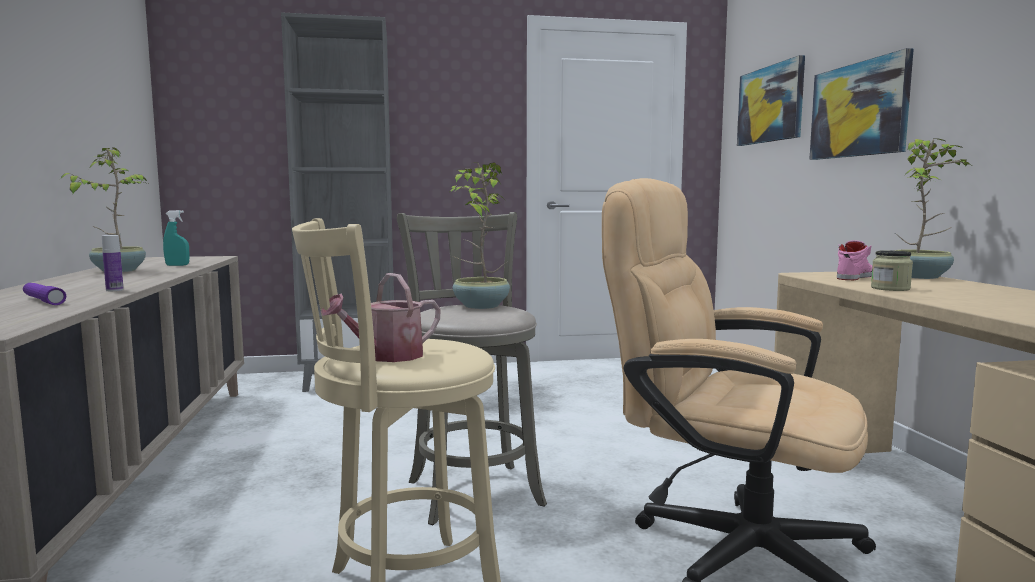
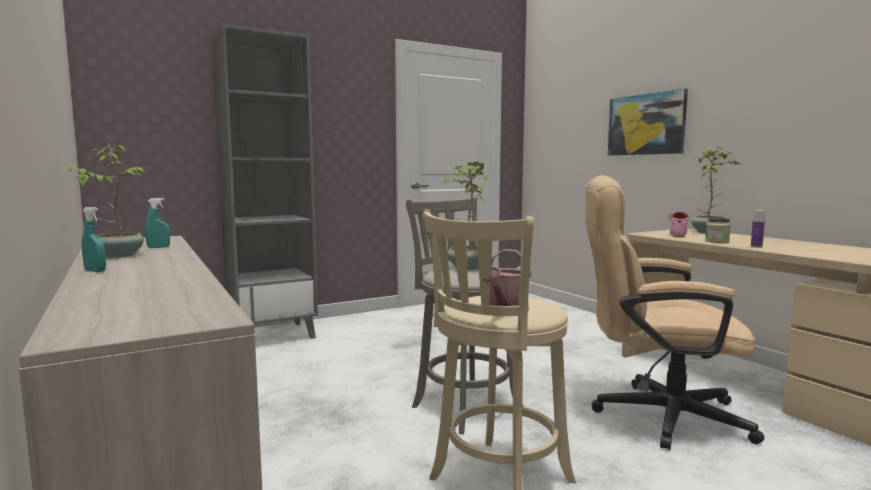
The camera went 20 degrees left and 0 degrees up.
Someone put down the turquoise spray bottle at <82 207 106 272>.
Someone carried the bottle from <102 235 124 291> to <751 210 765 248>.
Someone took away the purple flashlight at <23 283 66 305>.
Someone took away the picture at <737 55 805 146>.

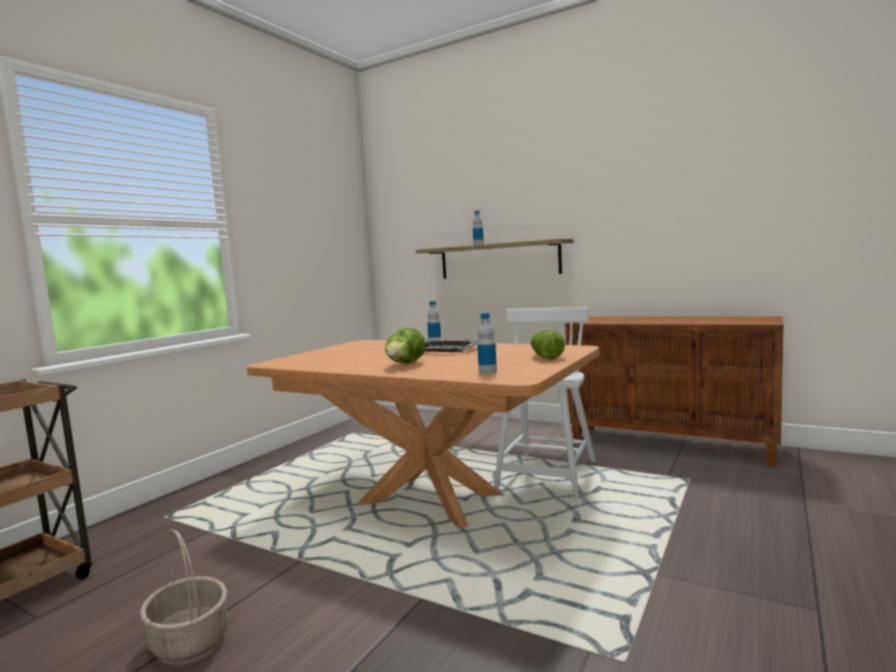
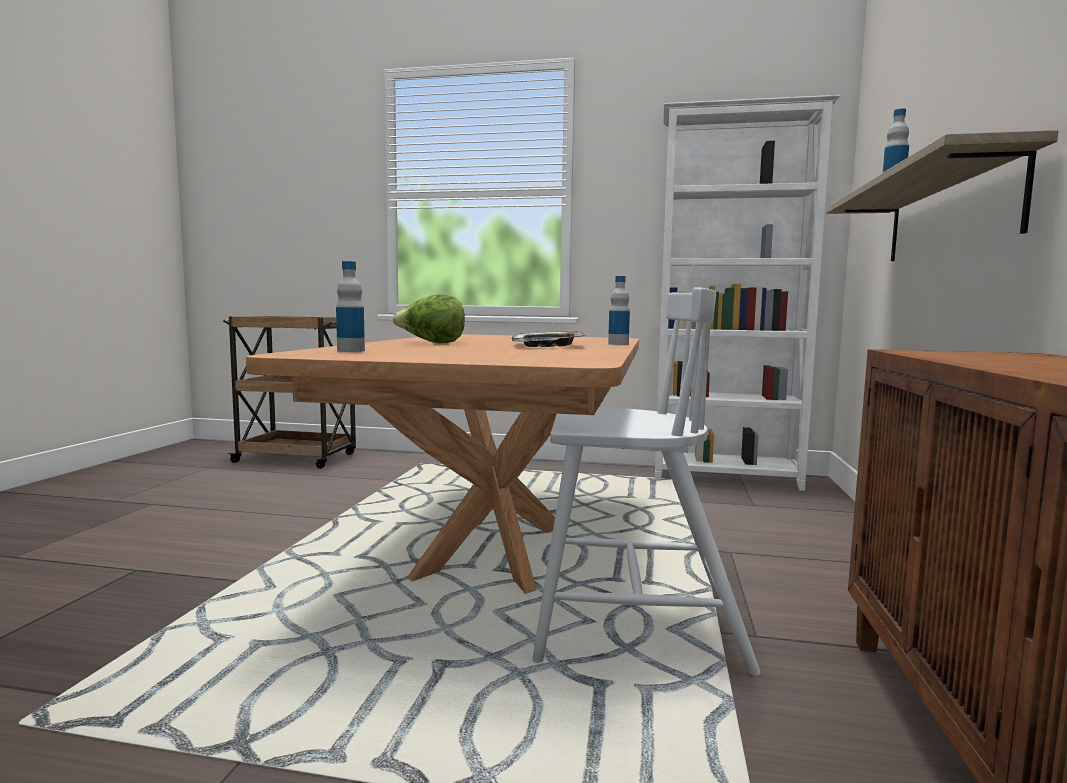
The camera went 70 degrees right and 0 degrees up.
Someone put down the white bookcase at <655 95 841 491>.
Someone took away the basket at <140 529 228 662>.
Someone took away the lettuce at <531 330 565 359>.

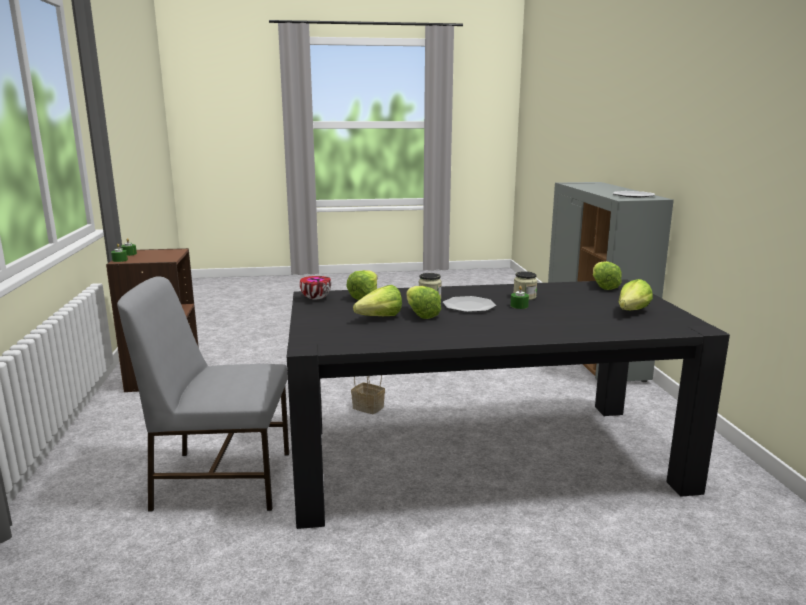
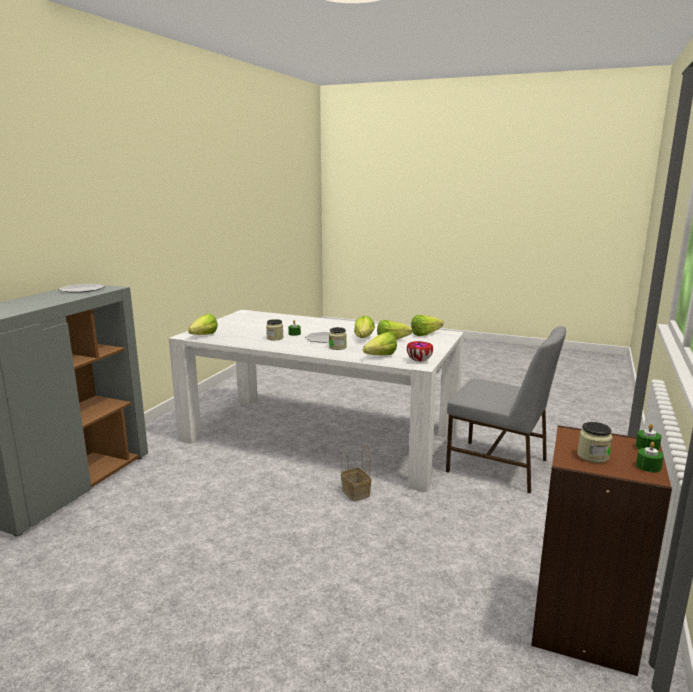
The camera went 150 degrees left and 0 degrees up.
Someone repainted the black dining table at <287 280 730 529>, which became the white dining table at <169 310 464 492>.
Someone carried the lettuce from <619 279 653 310> to <411 315 443 336>.
Someone put down the jar at <577 422 612 463>.

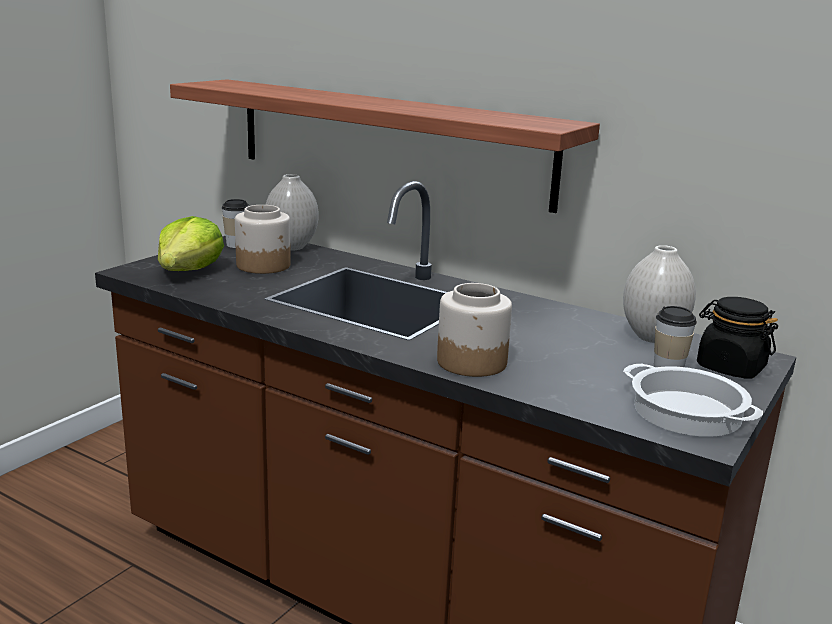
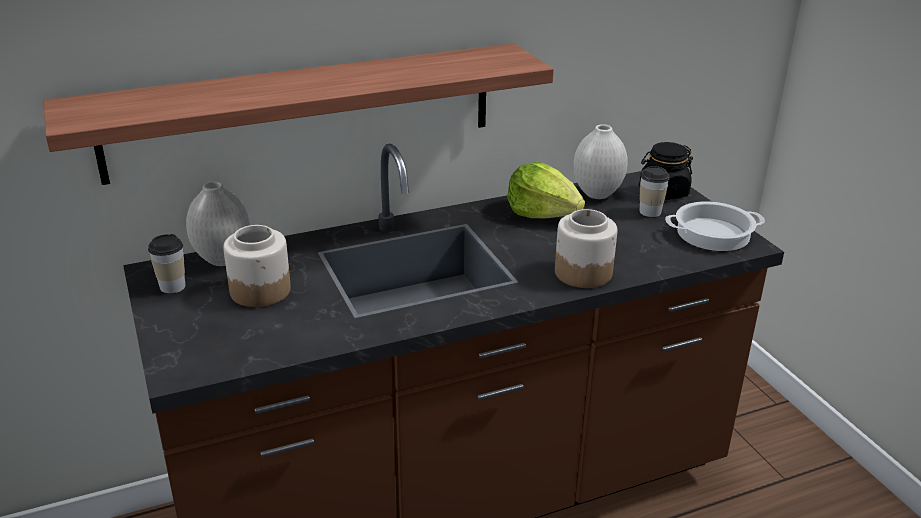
The camera went 55 degrees left and 10 degrees up.
Someone carried the lettuce from <158 216 224 271> to <507 162 585 218>.

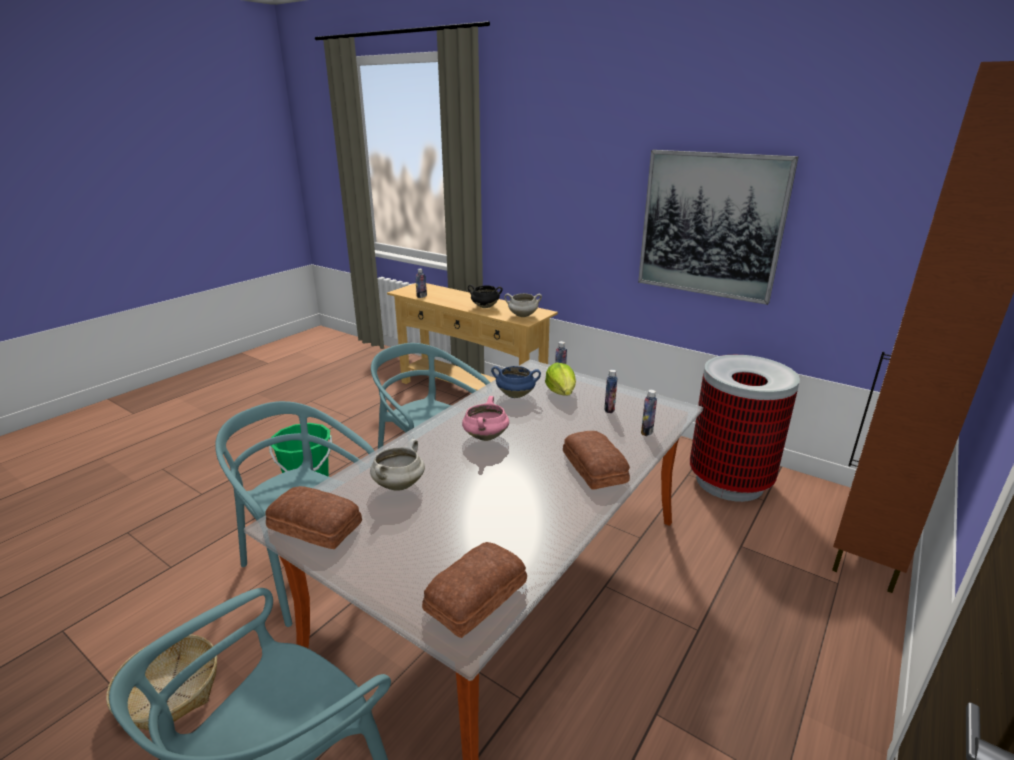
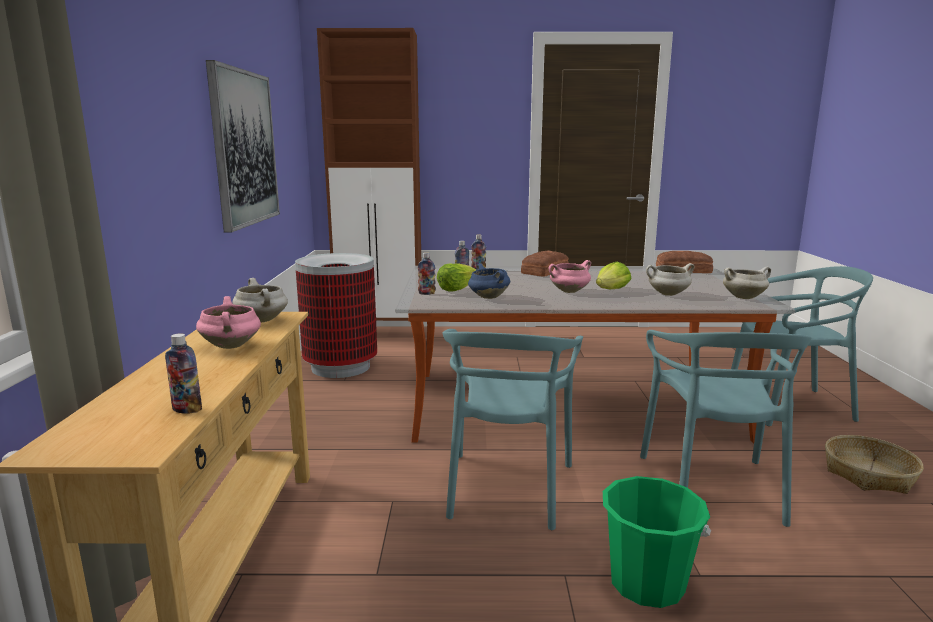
The camera went 125 degrees left and 10 degrees down.
Someone repainted the black cooking pot at <468 285 503 308>, which became the pink cooking pot at <196 296 261 349>.
Someone put down the lettuce at <596 262 631 289>.
Someone swapped the bread at <265 486 362 549> for the white cooking pot at <723 267 771 299>.

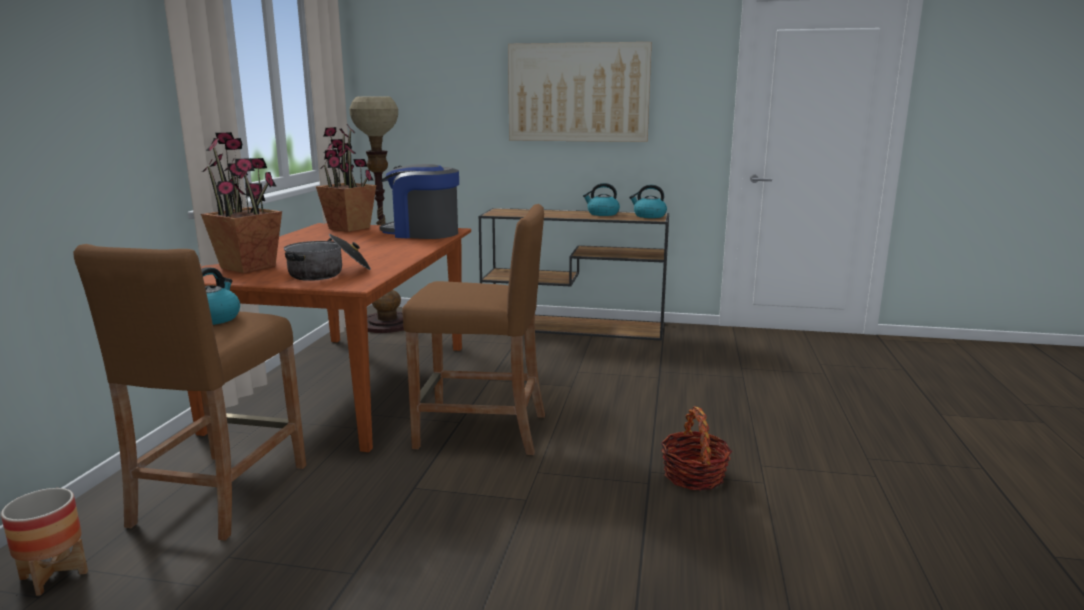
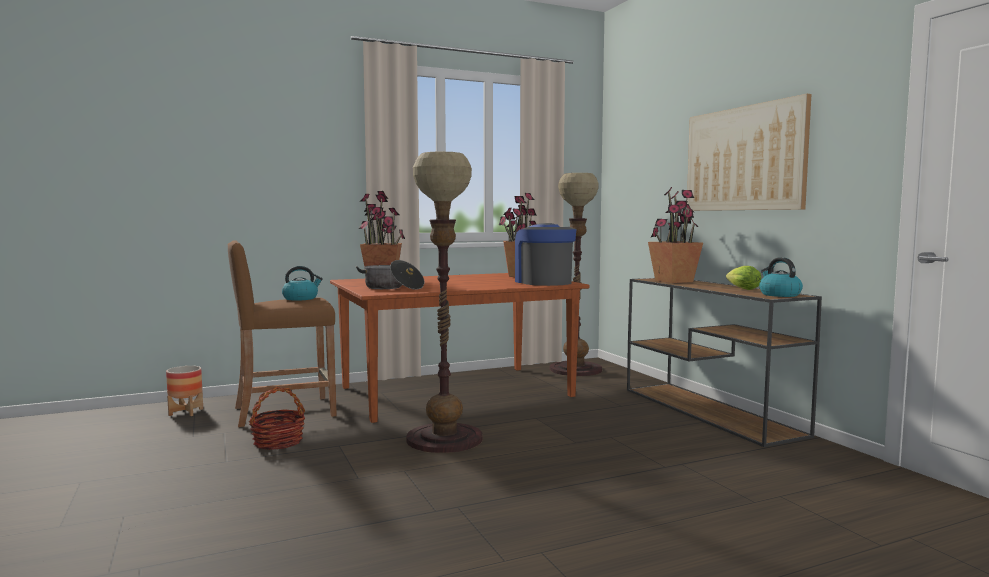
The camera went 55 degrees right and 10 degrees down.
Someone carried the basket from <661 406 732 491> to <249 387 305 450>.
Someone swapped the brown stool at <402 204 545 455> for the floor lamp at <406 152 483 453>.
Someone put down the potted plant at <648 187 703 283>.
Someone swapped the kettle at <583 183 620 216> for the lettuce at <726 266 761 290>.

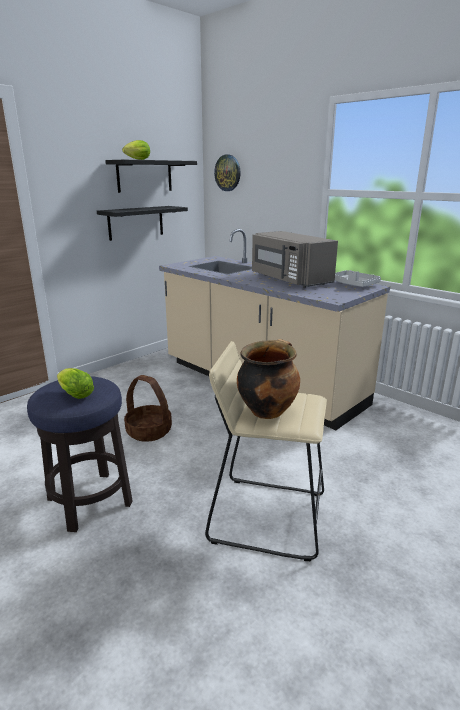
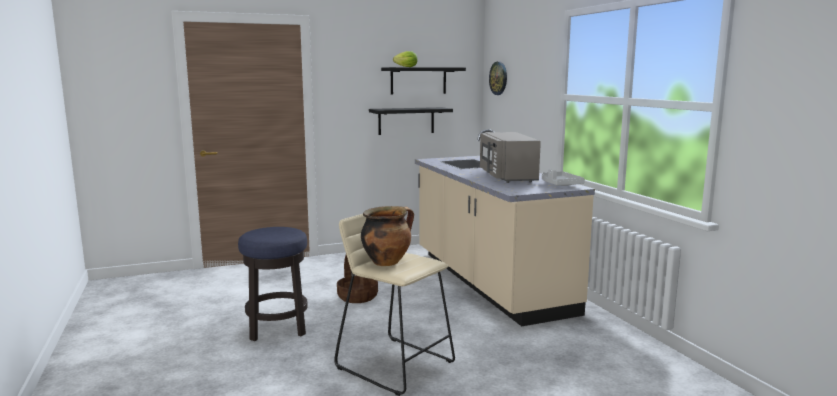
The camera went 25 degrees right and 10 degrees down.
Someone took away the lettuce at <57 368 94 399>.

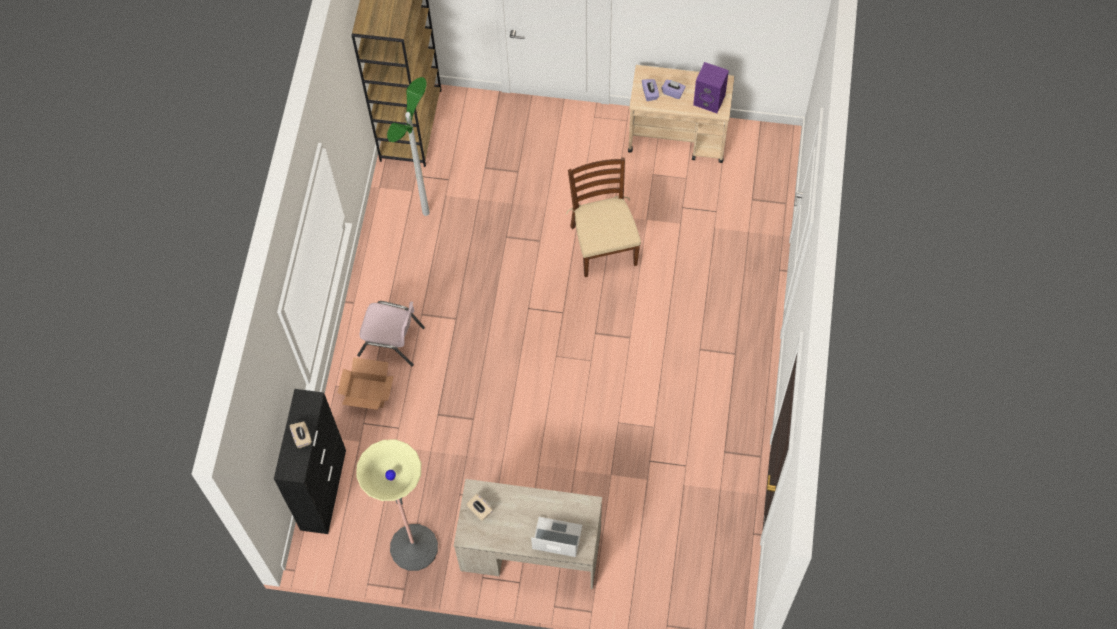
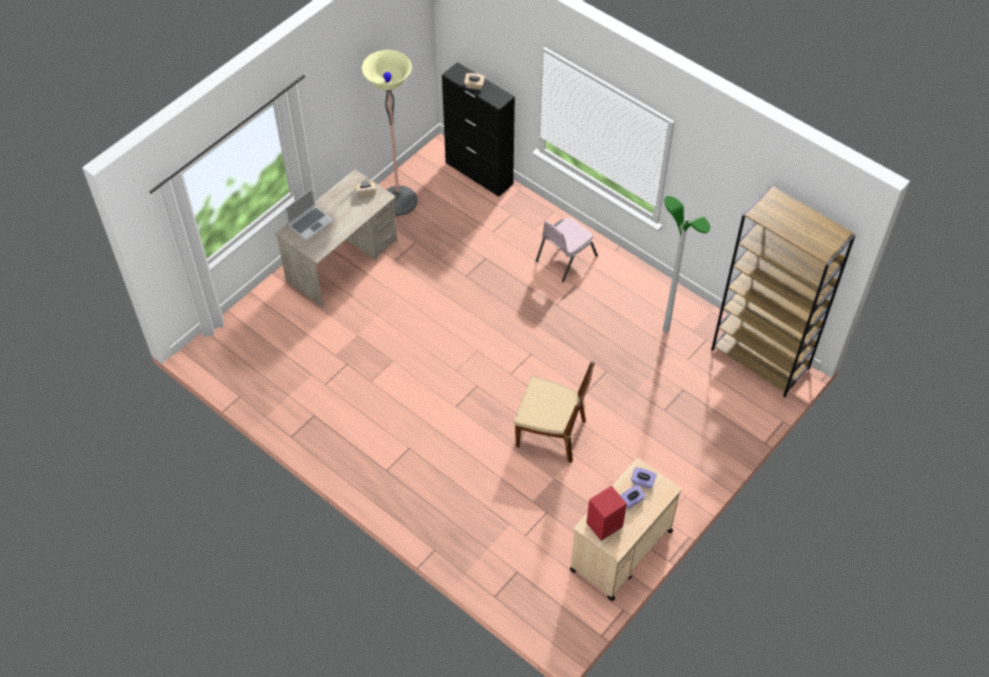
The camera went 120 degrees right and 10 degrees down.
Someone repainted the purple speaker at <693 62 729 113>, which became the red speaker at <586 486 627 541>.
Someone took away the cardboard box at <337 357 394 410>.

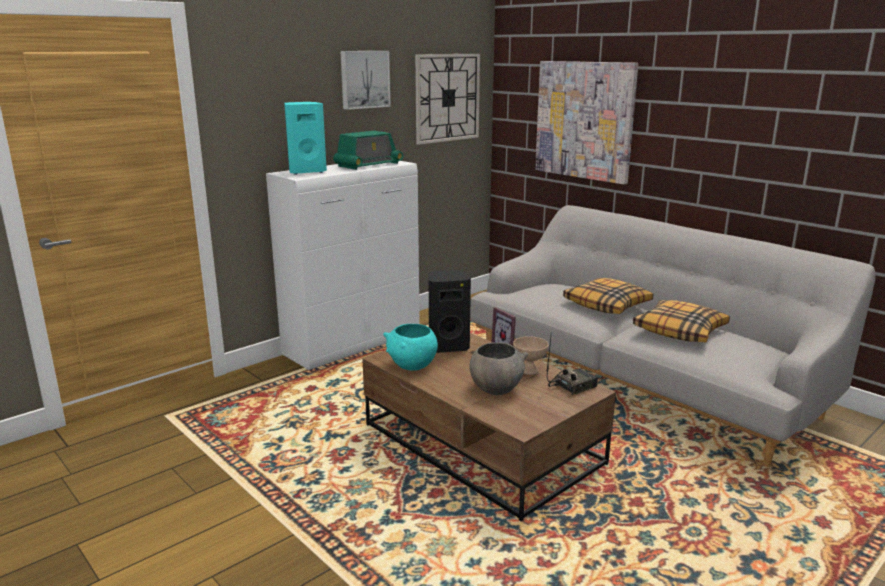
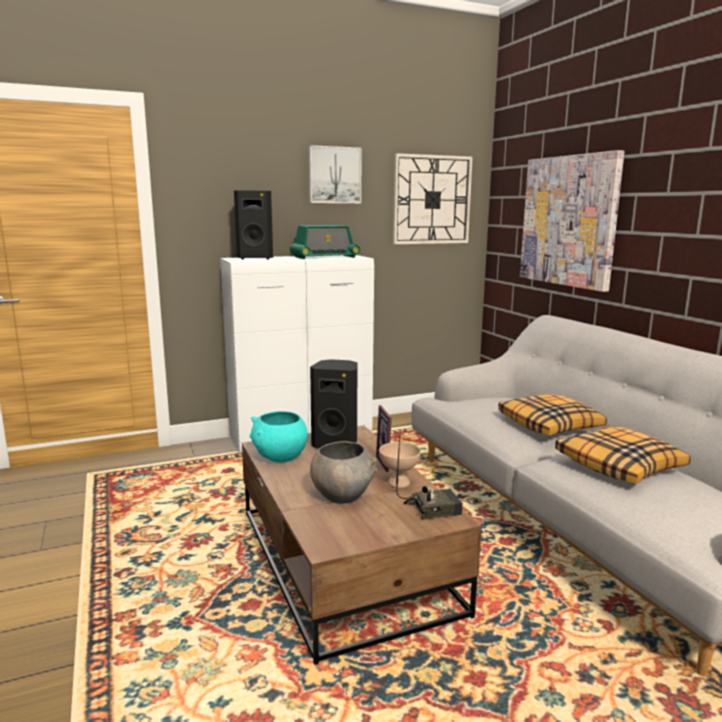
The camera went 20 degrees right and 5 degrees down.
Someone repainted the turquoise speaker at <284 102 327 175>, which became the black speaker at <234 190 273 259>.

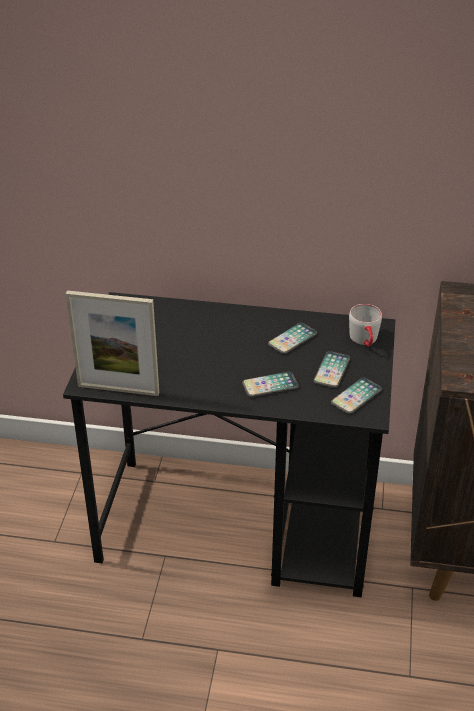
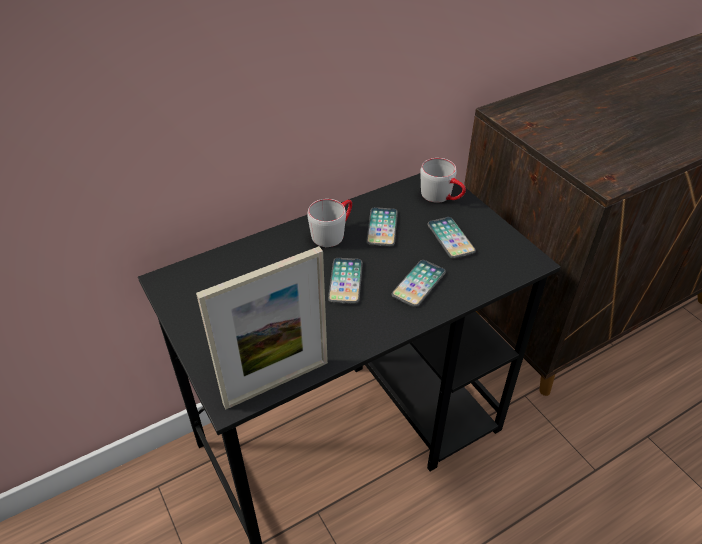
The camera went 40 degrees left and 5 degrees up.
Someone put down the grey mug at <307 199 352 247>.
Someone carried the phone from <331 378 382 414> to <328 258 363 304>.

